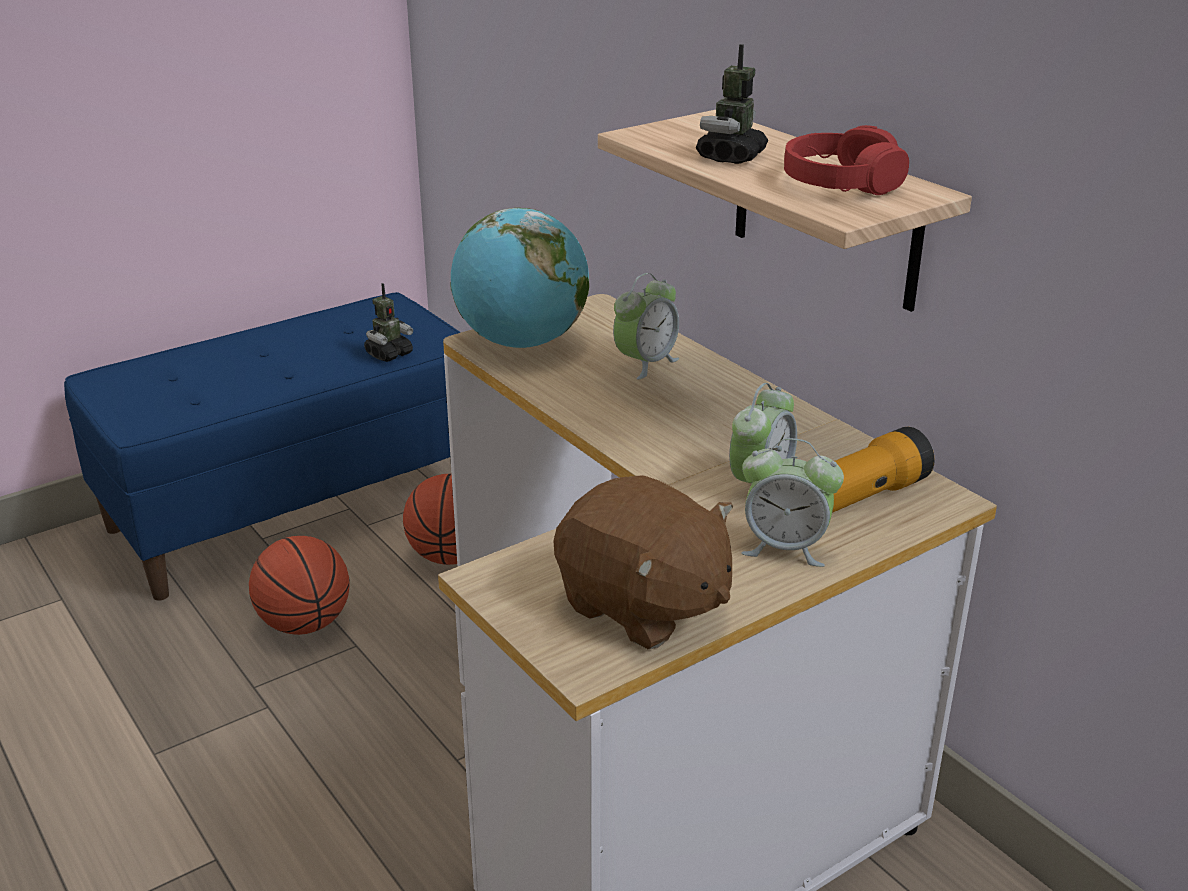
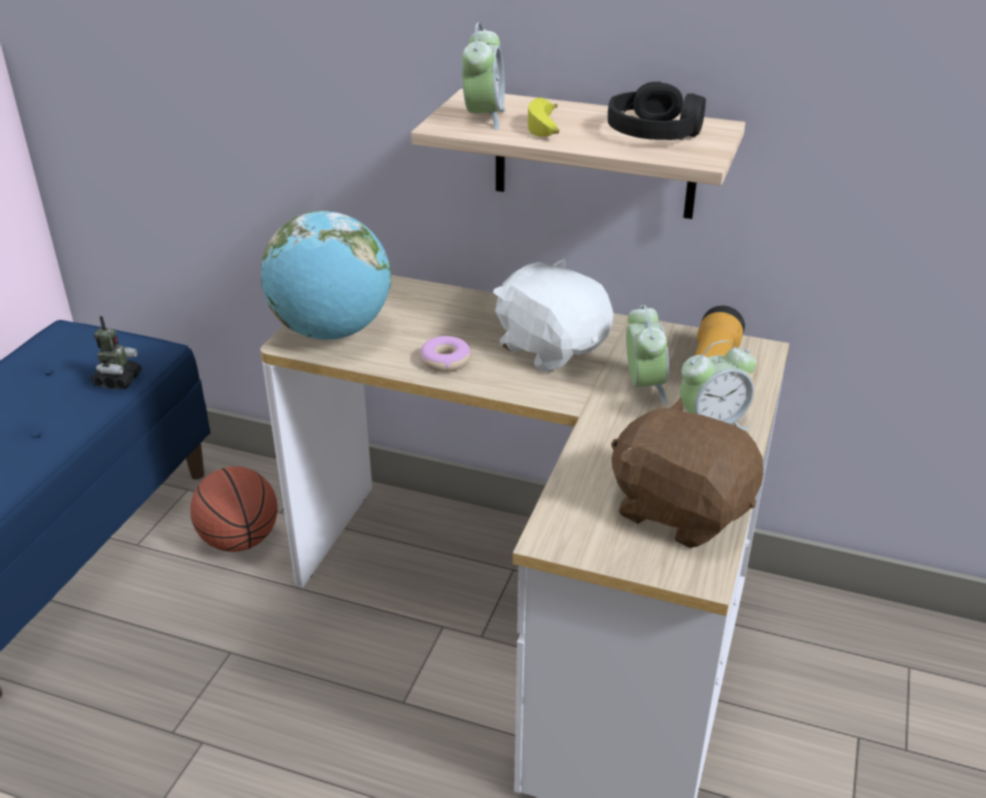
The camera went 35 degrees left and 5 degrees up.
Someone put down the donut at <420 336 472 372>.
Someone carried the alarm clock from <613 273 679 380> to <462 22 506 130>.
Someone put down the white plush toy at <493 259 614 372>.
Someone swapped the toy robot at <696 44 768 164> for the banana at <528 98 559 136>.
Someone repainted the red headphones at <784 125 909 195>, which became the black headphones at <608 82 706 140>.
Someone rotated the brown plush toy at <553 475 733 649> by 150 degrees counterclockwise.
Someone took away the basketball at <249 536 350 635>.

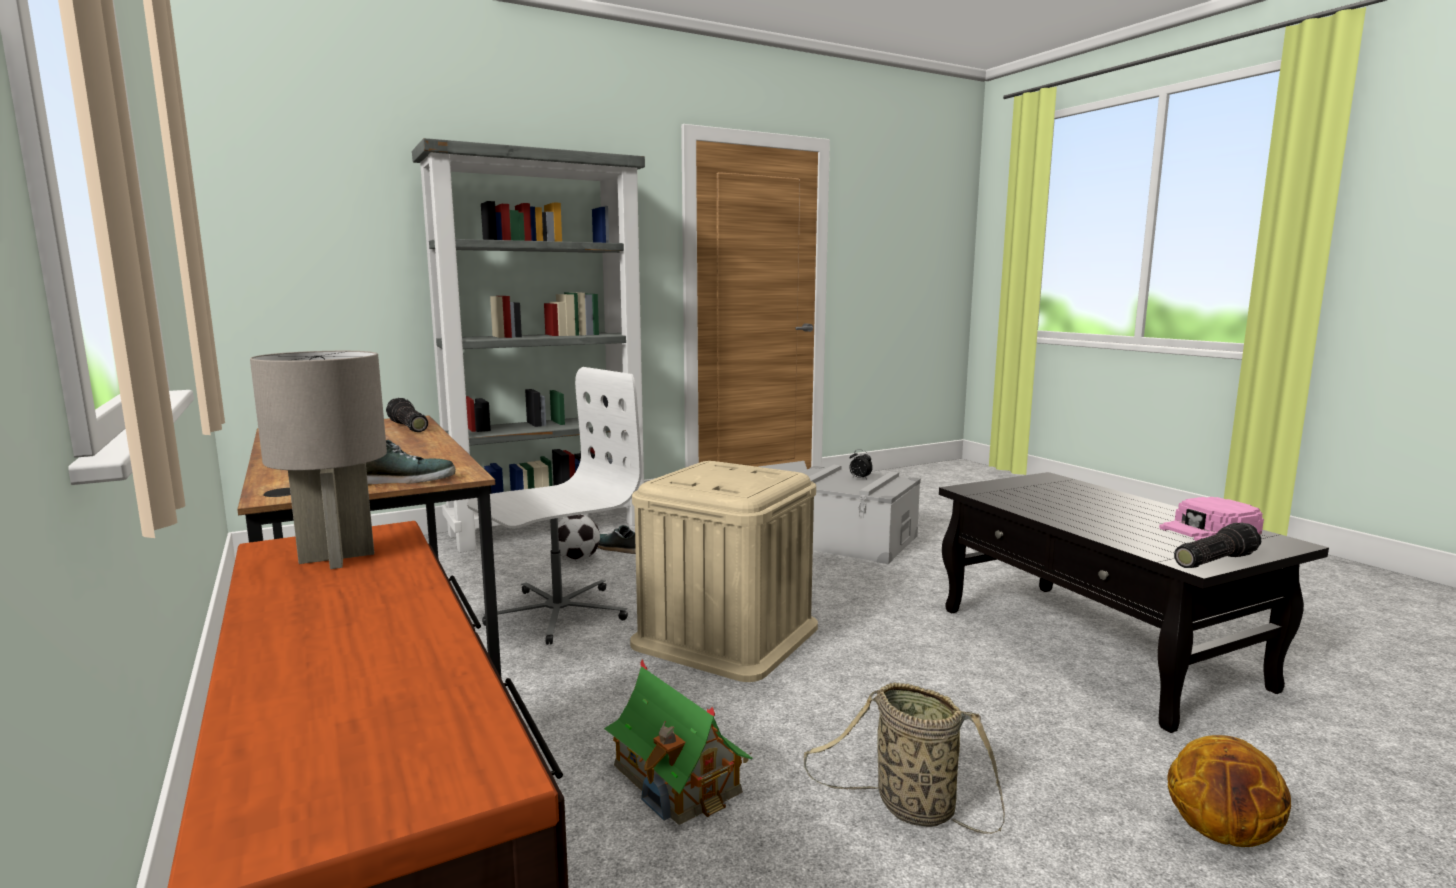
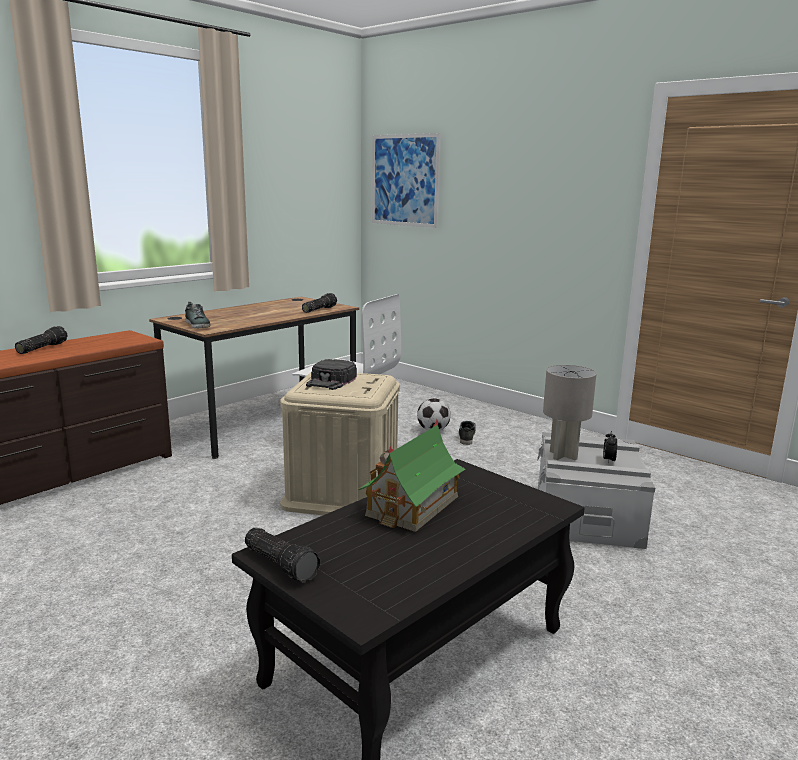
The camera went 70 degrees right and 5 degrees up.
Someone put down the flashlight at <15 326 67 354>.
Someone put down the black cap at <306 359 357 390>.
Someone carried the toy house from <604 659 753 825> to <358 419 465 532>.
Someone put up the picture at <372 133 441 228>.
Someone carried the grey table lamp from <250 351 387 569> to <543 365 596 460>.
Someone took away the grey bookcase at <412 138 645 553>.
Someone took away the basket at <804 682 1005 834>.
Someone took away the pink cap at <1159 497 1264 541>.
Someone took away the basketball at <1167 735 1291 847>.

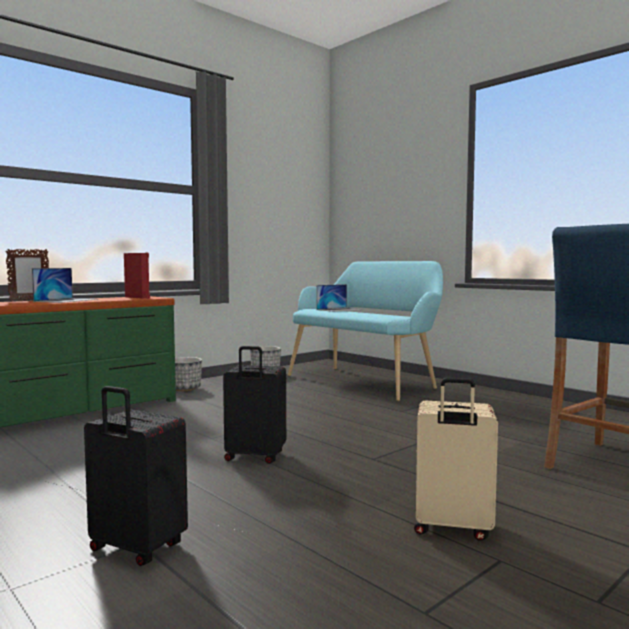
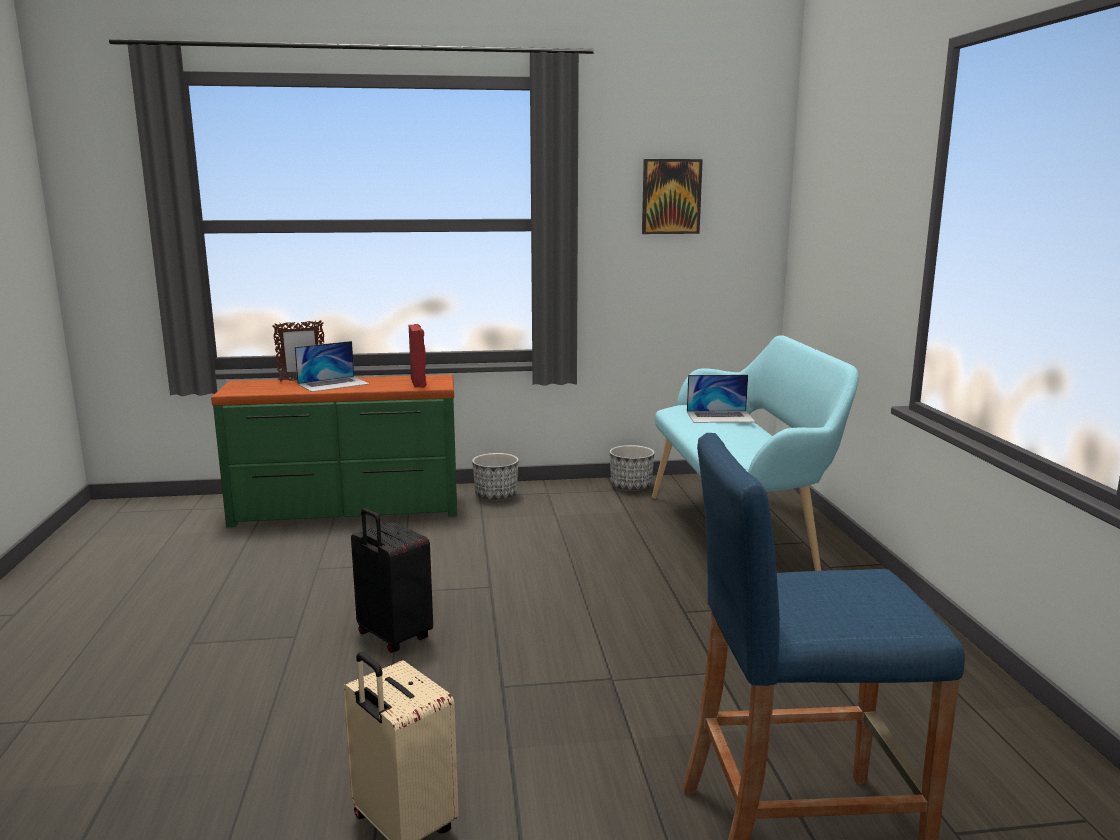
The camera went 35 degrees right and 10 degrees up.
Someone put up the picture at <642 159 703 234>.
Someone took away the black suitcase at <84 386 188 566>.

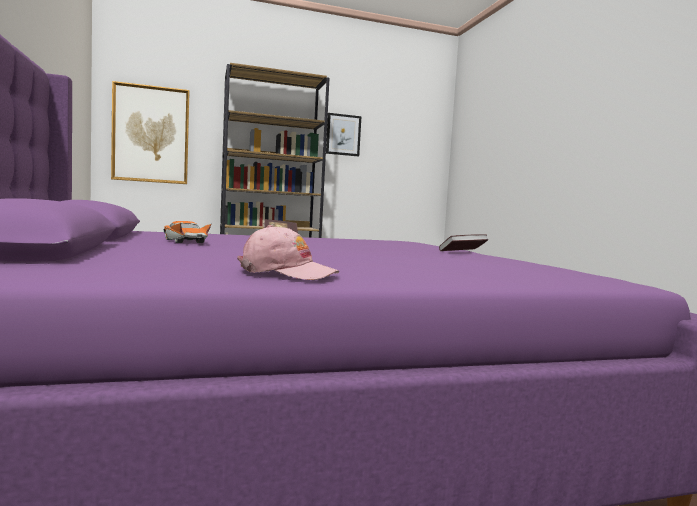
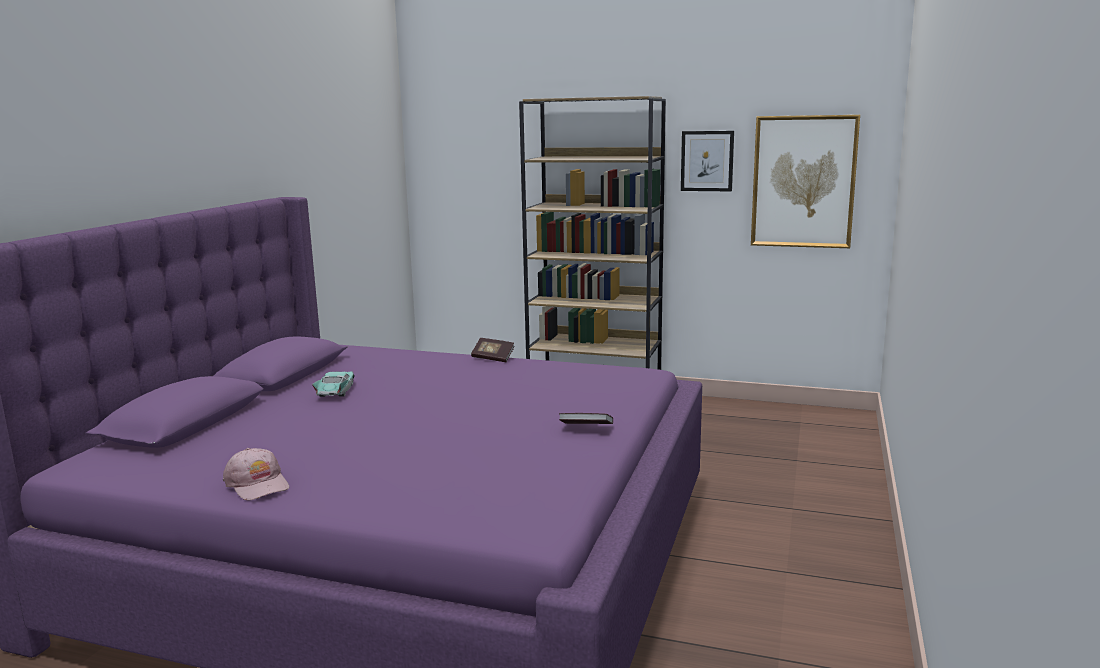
The camera went 35 degrees right and 10 degrees up.
Someone repainted the orange toy car at <164 221 212 243>, which became the turquoise toy car at <312 371 354 397>.
Someone carried the picture from <111 81 189 184> to <751 115 860 248>.

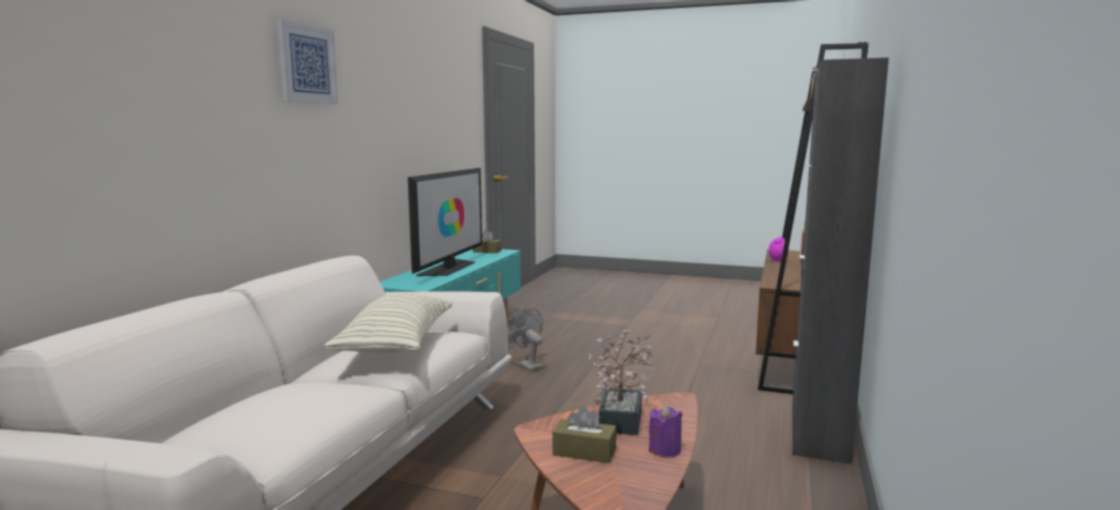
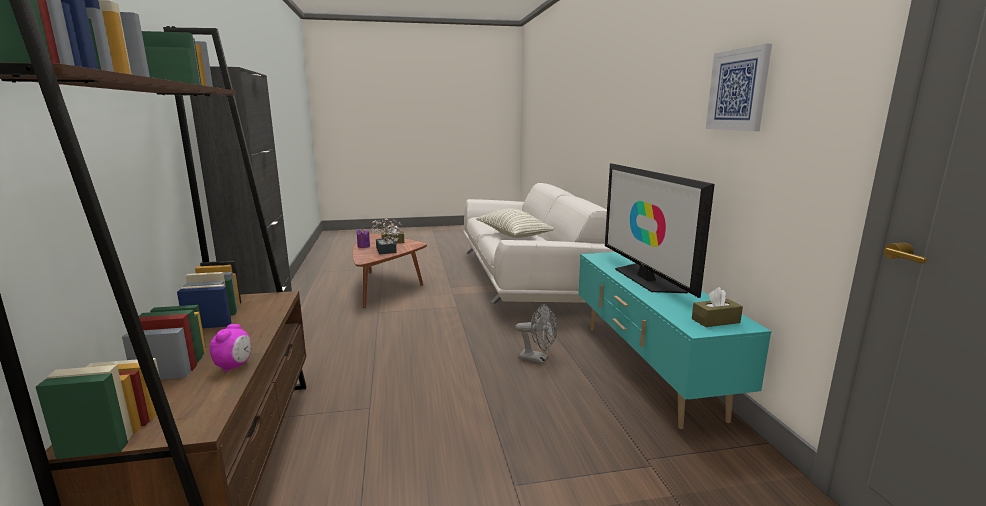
The camera went 150 degrees right and 5 degrees up.
Someone carried the picture from <277 19 338 104> to <706 44 772 131>.

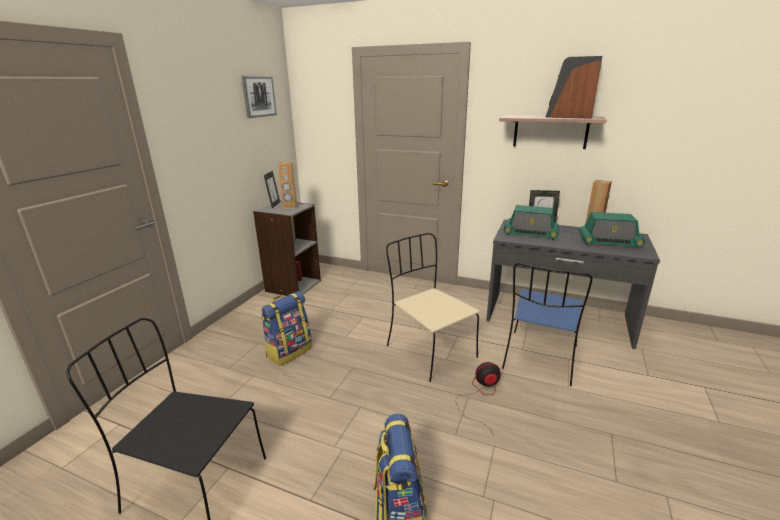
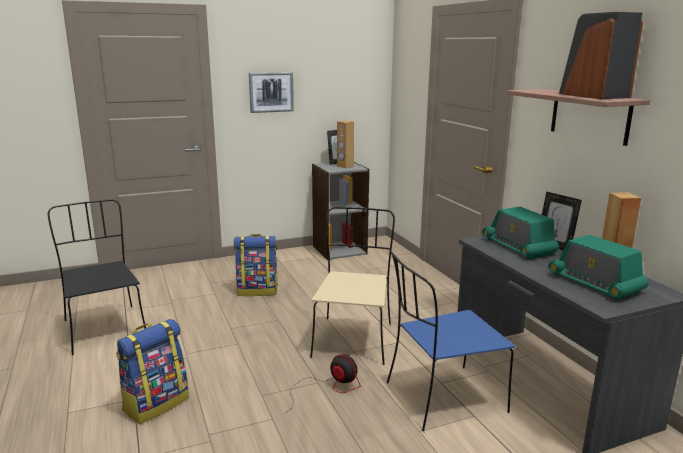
The camera went 45 degrees right and 5 degrees down.
Someone carried the picture from <241 75 277 118> to <249 72 294 113>.

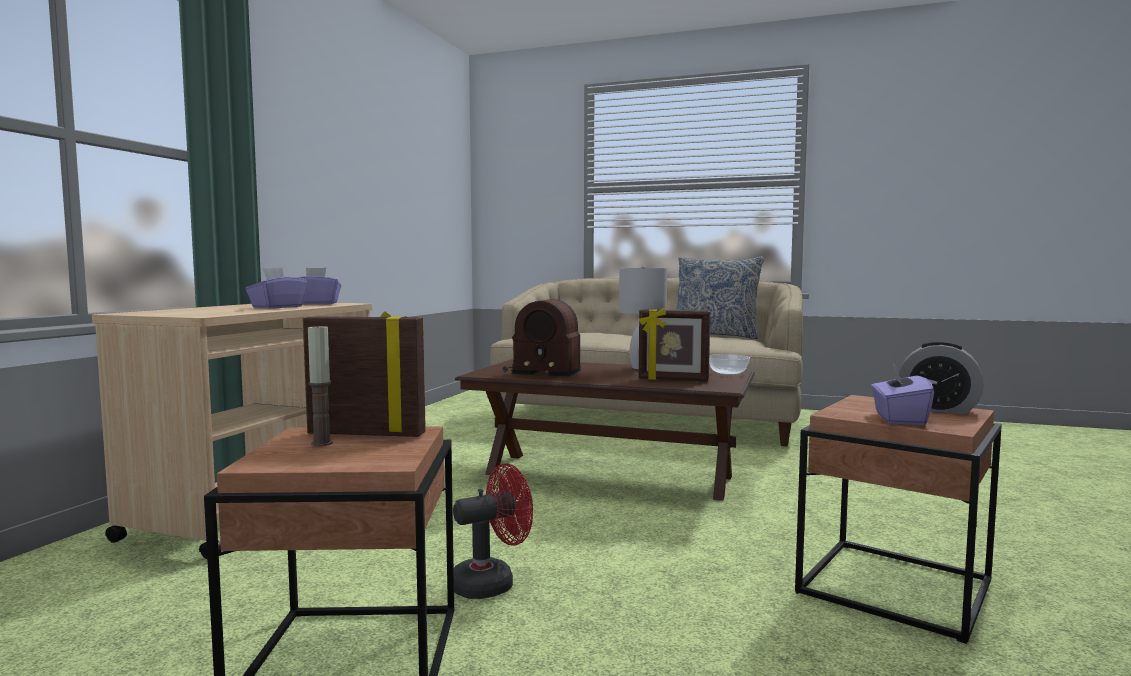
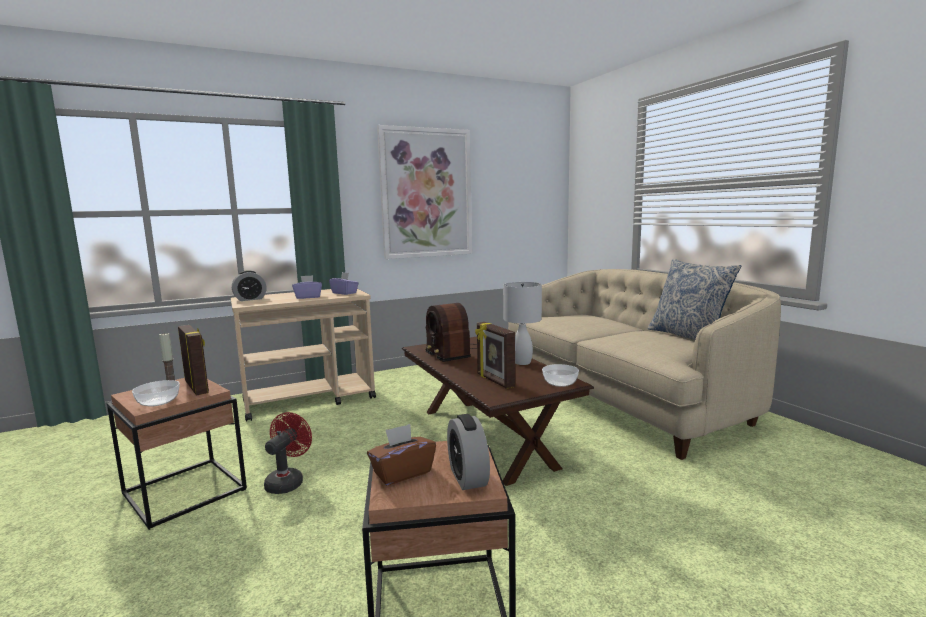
The camera went 45 degrees right and 5 degrees up.
Someone put down the bowl at <132 380 180 407>.
Someone put down the alarm clock at <232 270 267 301>.
Someone rotated the red fan at <453 463 533 599> by 90 degrees counterclockwise.
Someone repainted the purple tissue box at <871 363 934 425>, which became the brown tissue box at <367 424 436 486>.
Someone put up the picture at <377 125 472 259>.

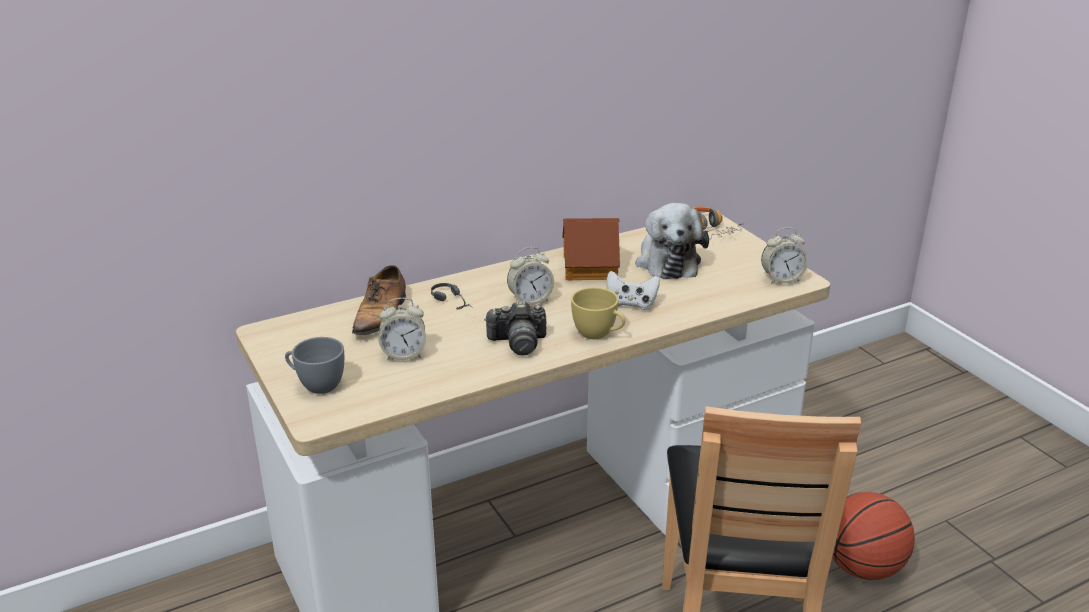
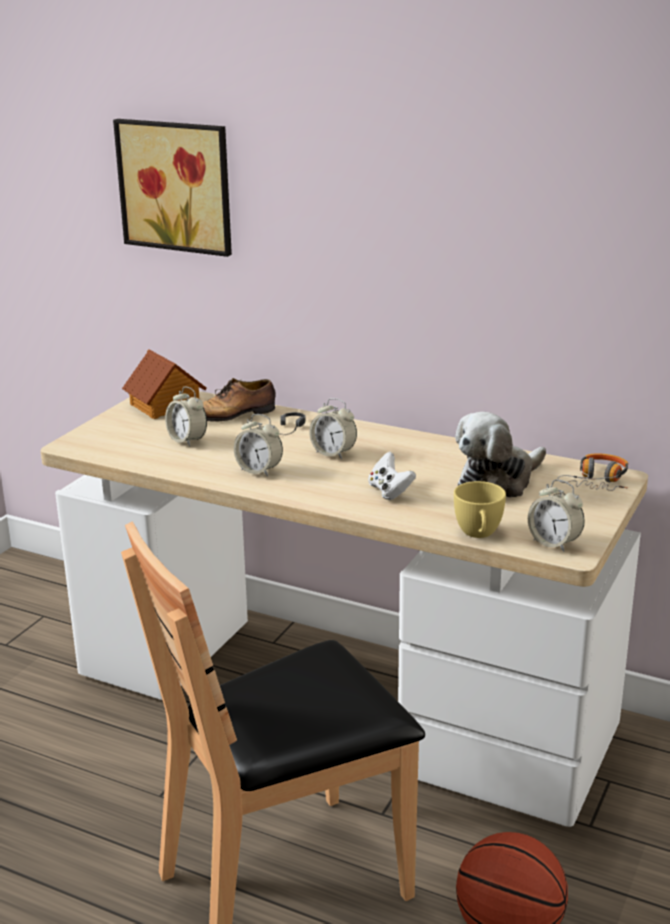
The camera went 55 degrees right and 5 degrees down.
Someone put up the picture at <113 119 232 257>.
Someone carried the toy house from <563 218 620 281> to <122 349 207 419>.
Someone swapped the photo camera at <484 300 546 356> for the alarm clock at <234 414 283 477>.
Someone carried the yellow cup from <571 287 625 339> to <454 481 506 538>.
Someone took away the grey cup at <285 337 344 394>.

